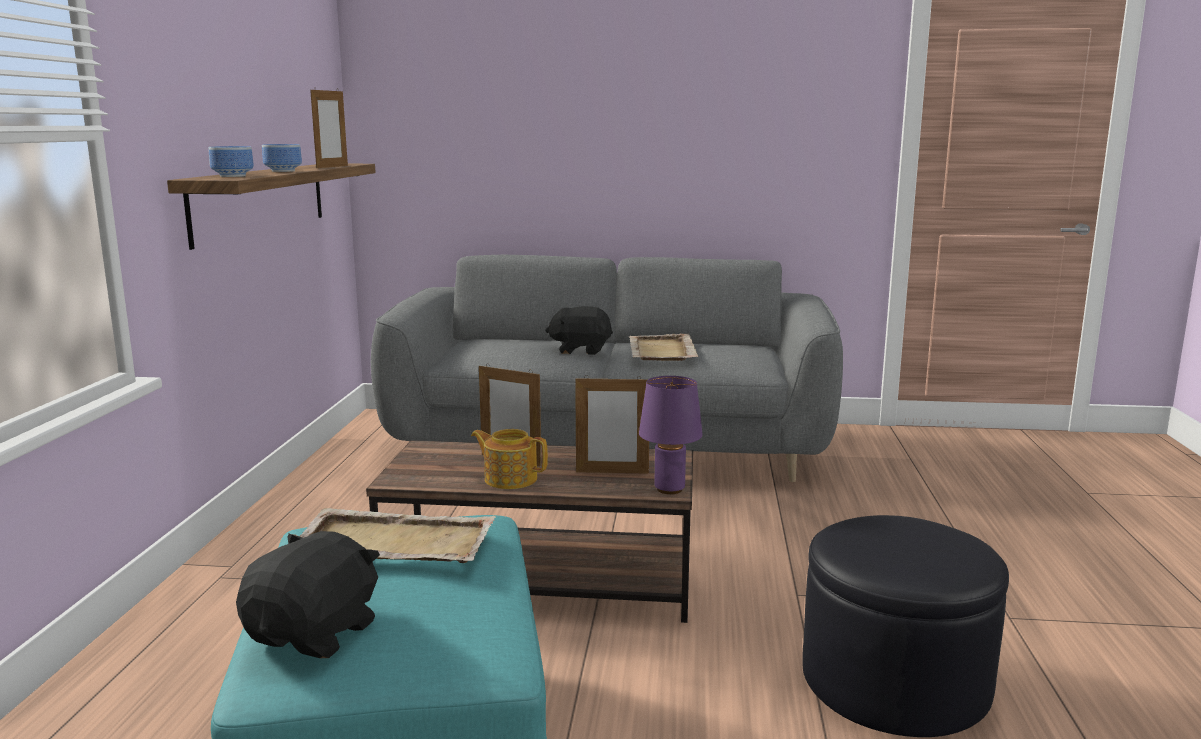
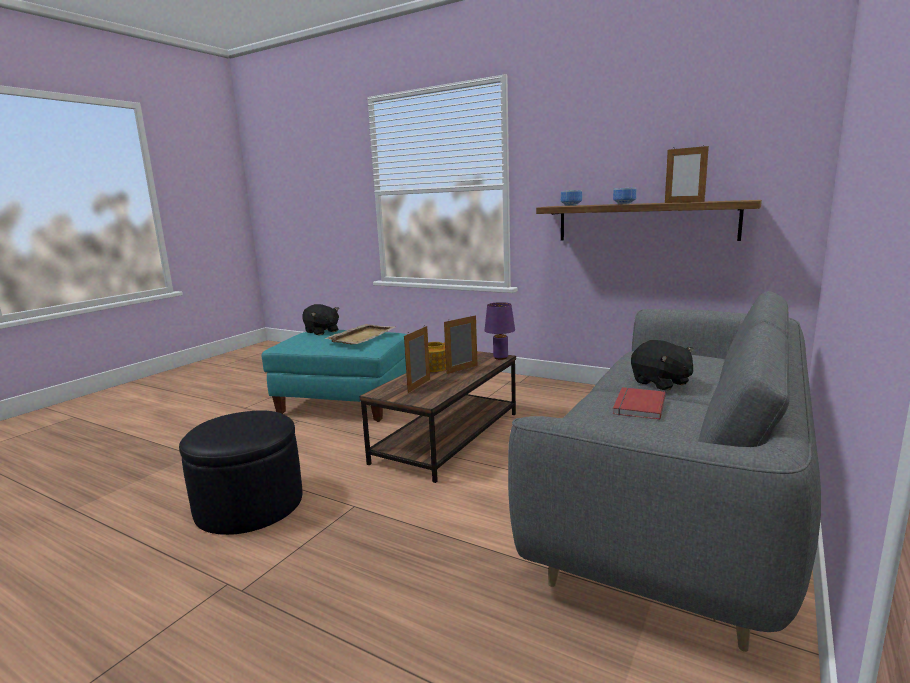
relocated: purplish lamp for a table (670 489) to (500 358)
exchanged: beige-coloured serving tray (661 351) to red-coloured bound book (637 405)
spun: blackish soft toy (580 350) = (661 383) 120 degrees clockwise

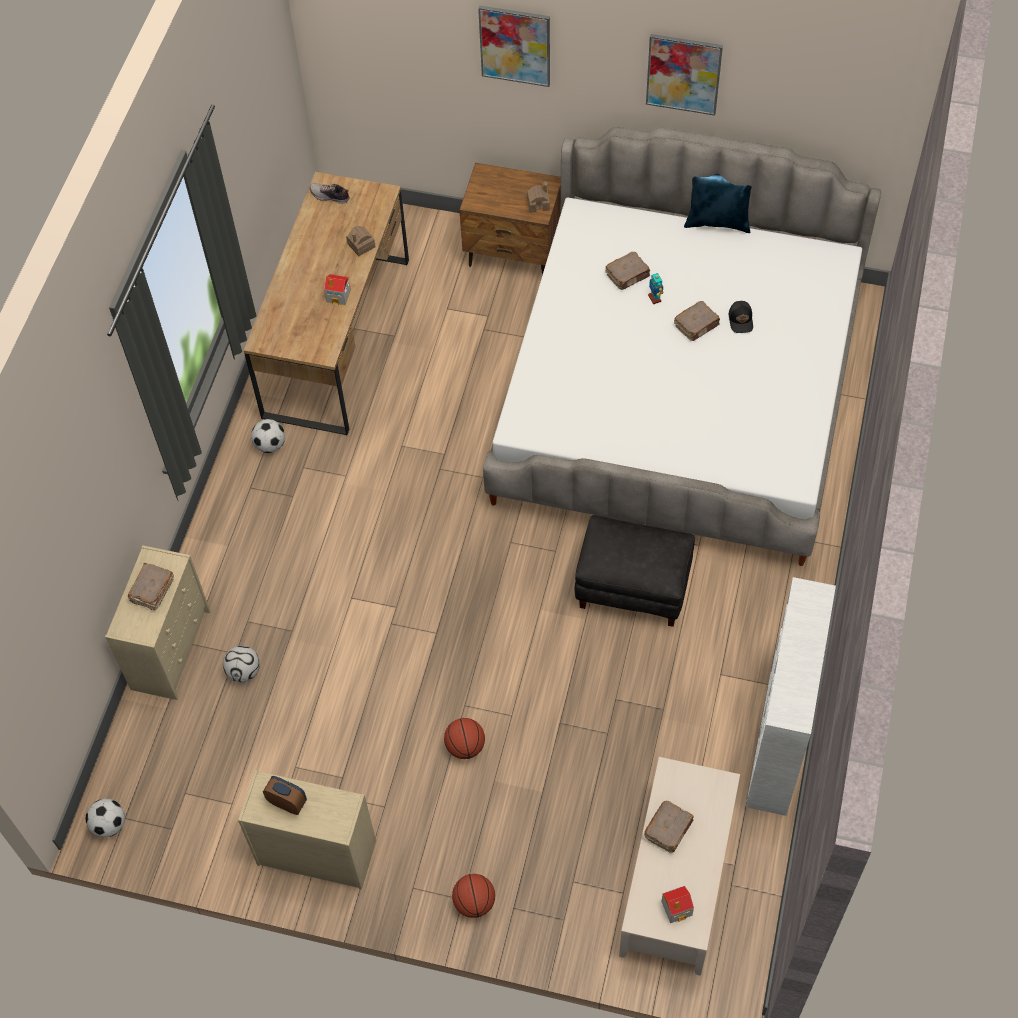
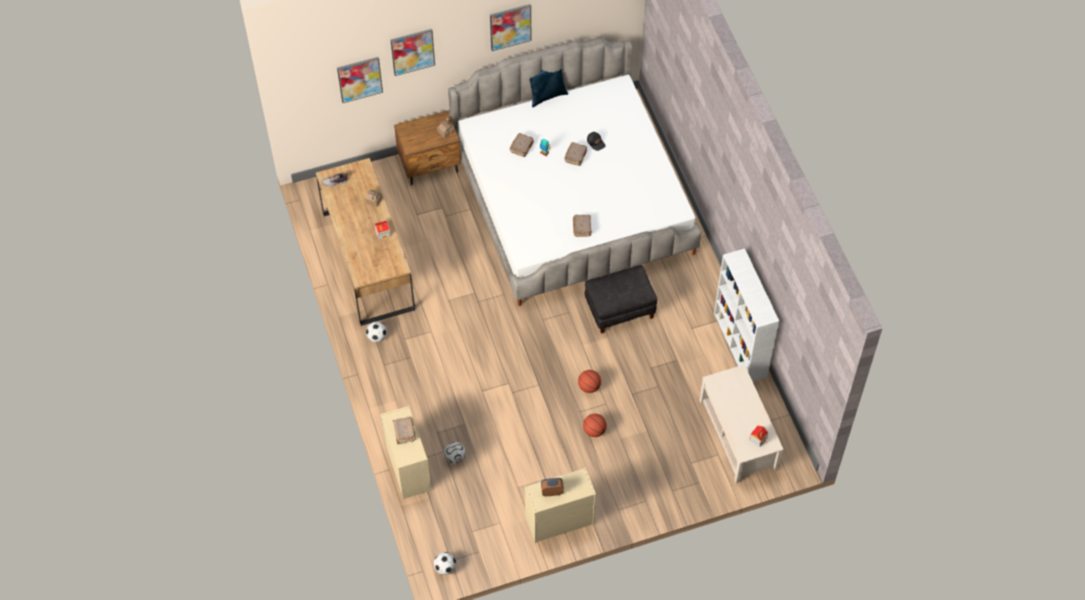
appeared: picture (359 79)
relocated: ball for basketball (474 902) to (589 387); brownish bound book (669 829) to (582 228)

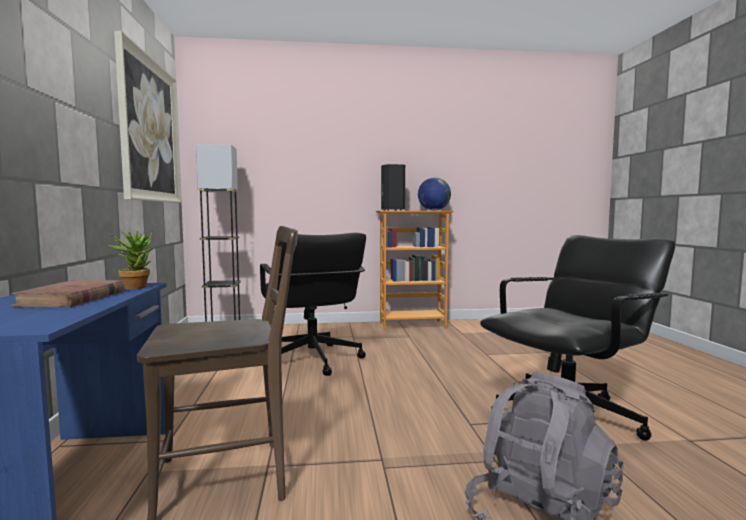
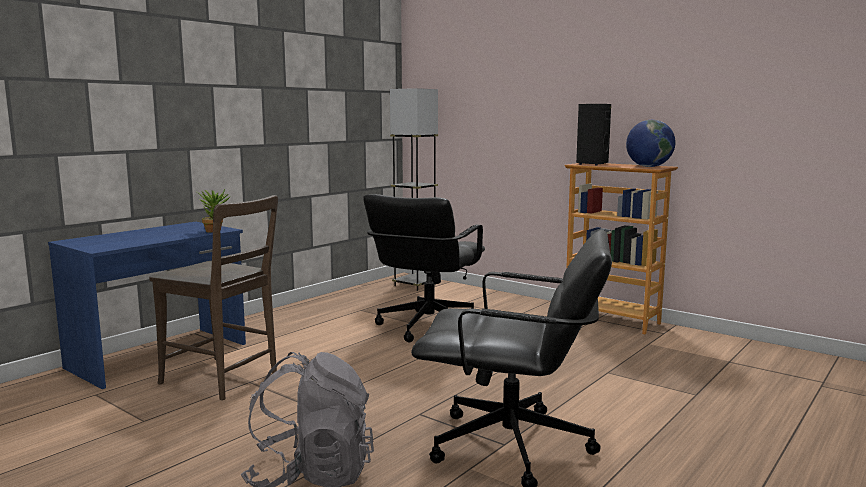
missing: brownish bound book (72 299); picture (150 131)

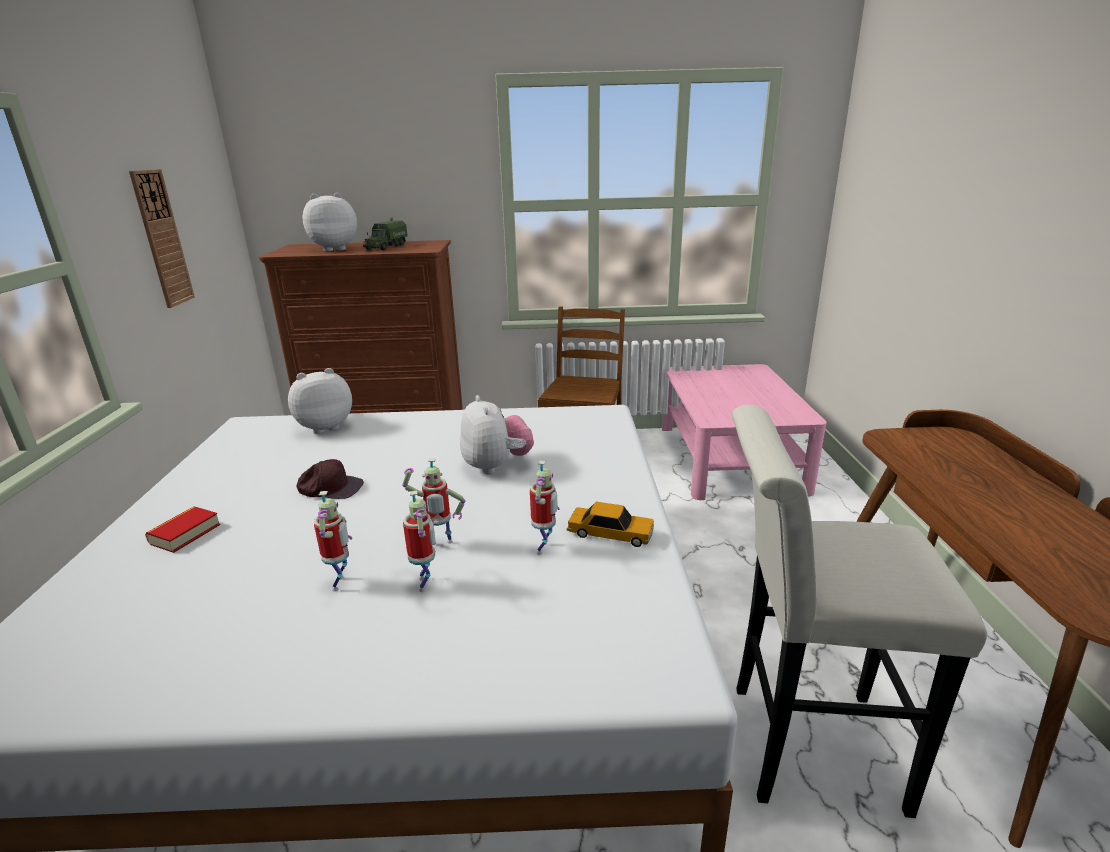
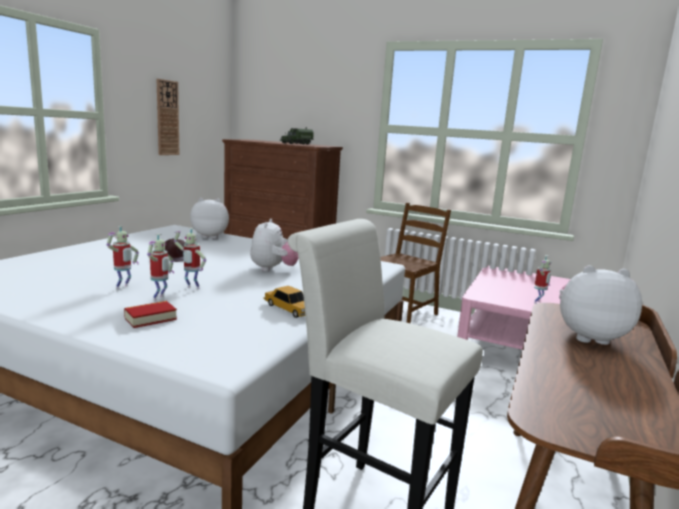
relocated: bound book (185 534) to (150 318); soft toy (335 249) to (588 337); toy robot (545 549) to (538 302)

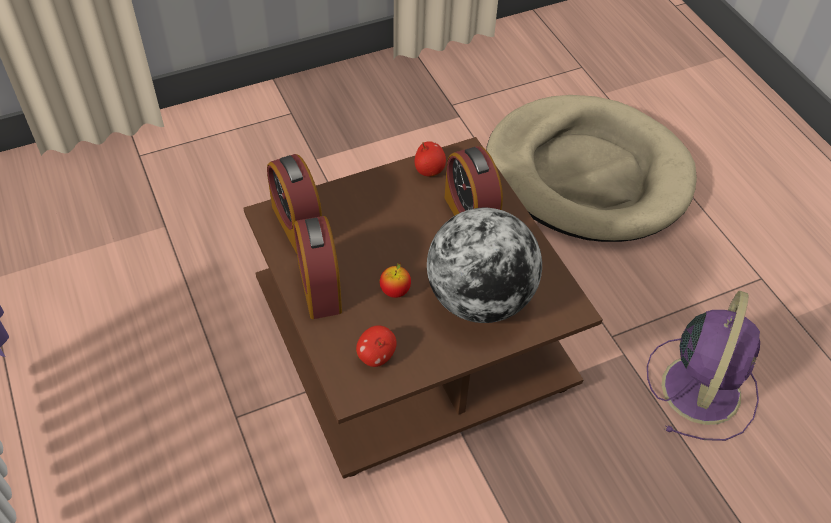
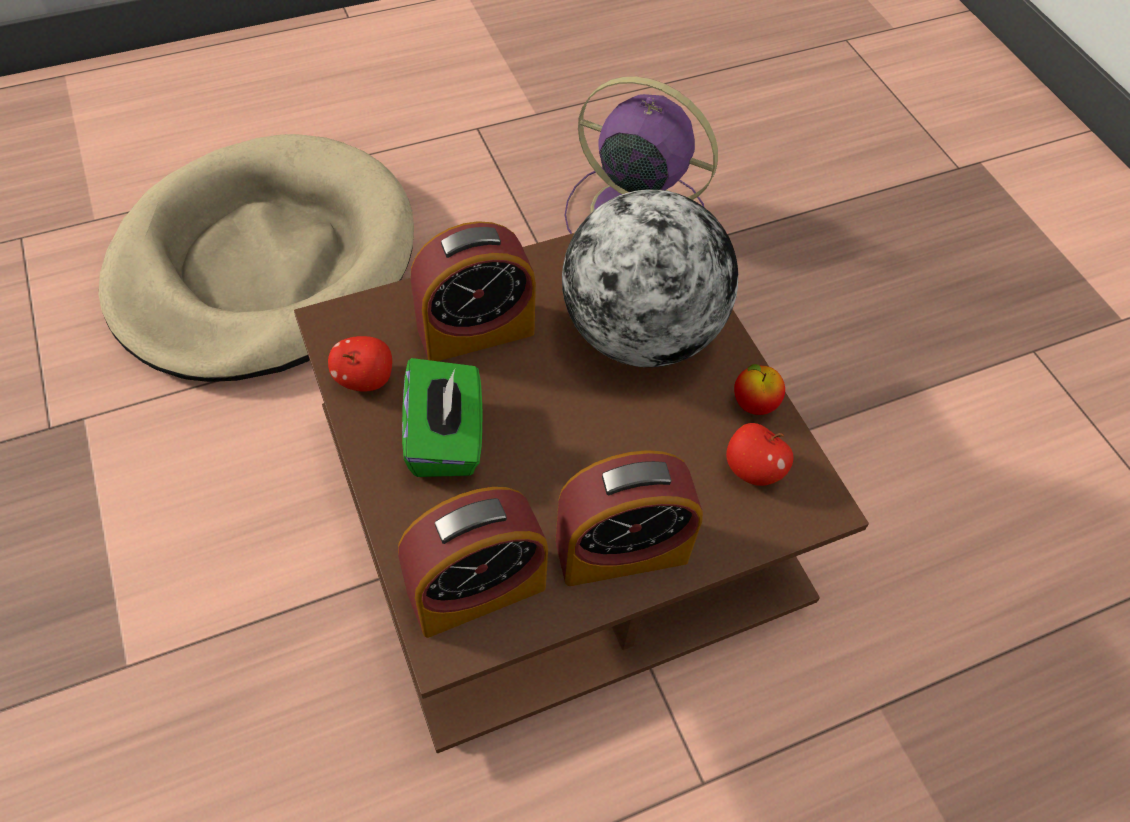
appeared: greenish tissue box (446 438)
relocated: whole apple (395 291) to (754 404)

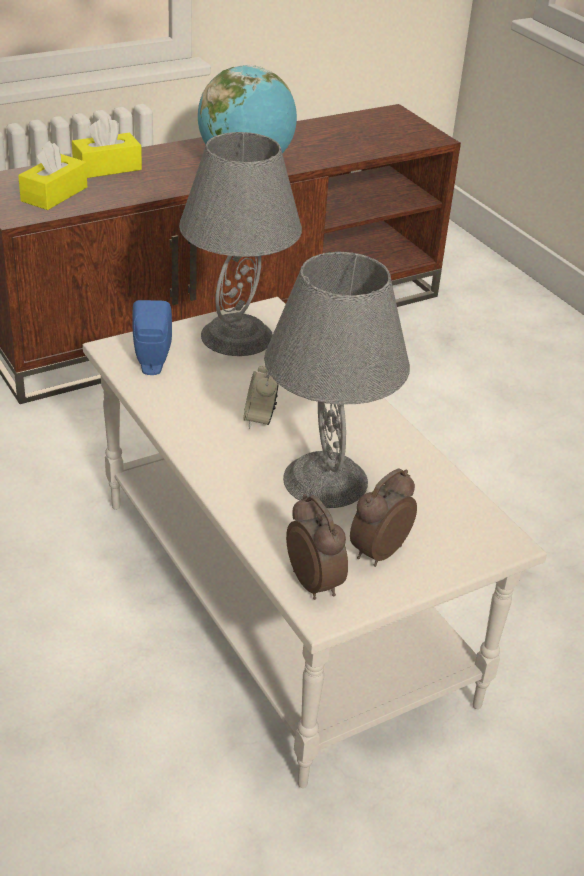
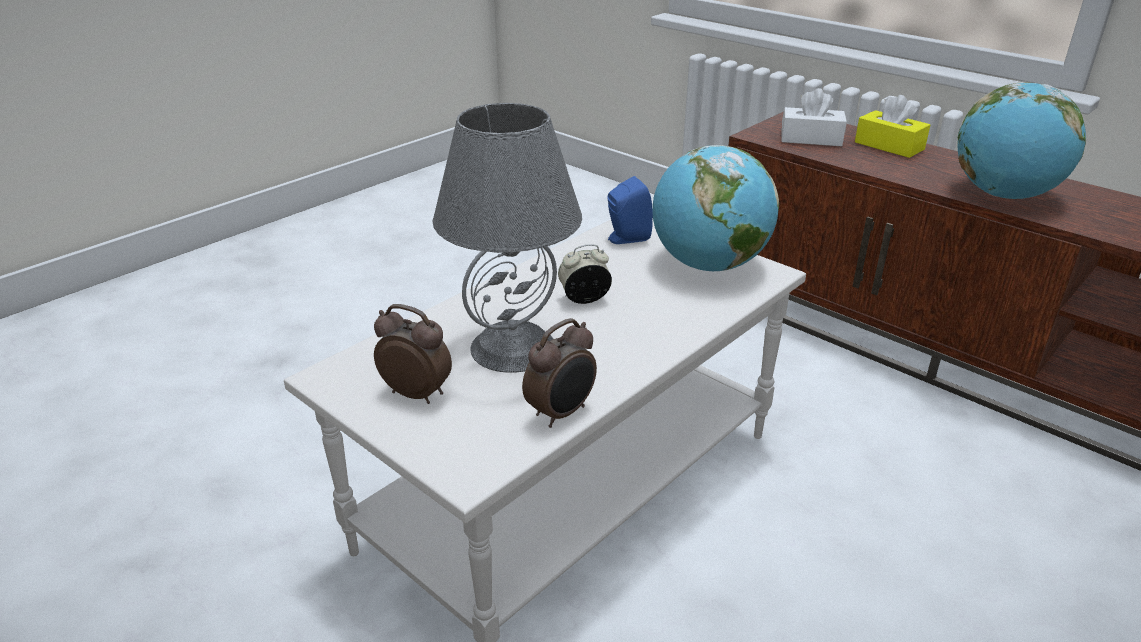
relocated: table clock (315 583) to (562 413)
exchanged: grey lamp for a table (237 336) to world globe (708 265)
colour: yellow-coloured tissue box (54 194) to white-coloured tissue box (811 139)

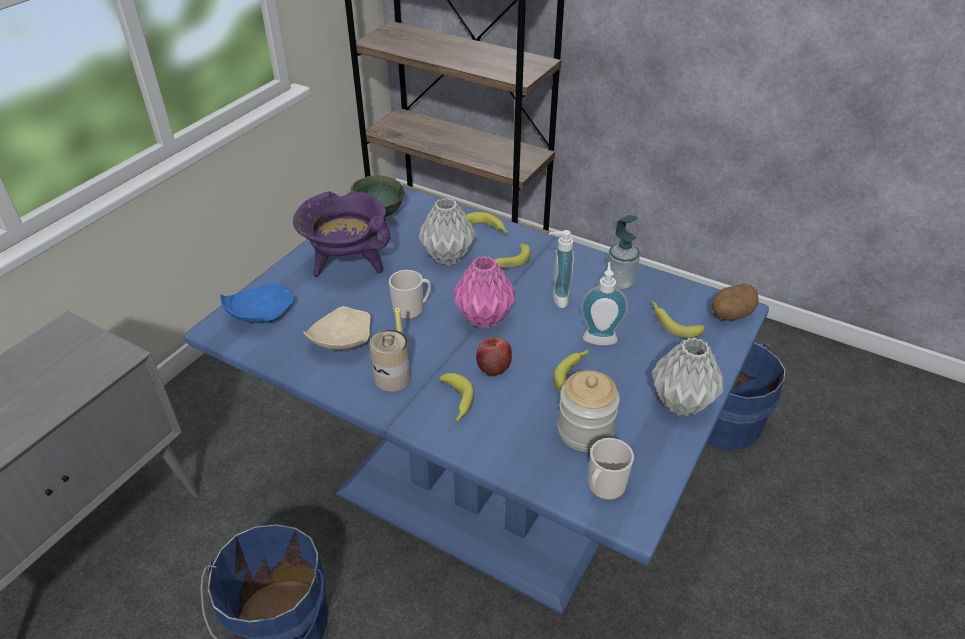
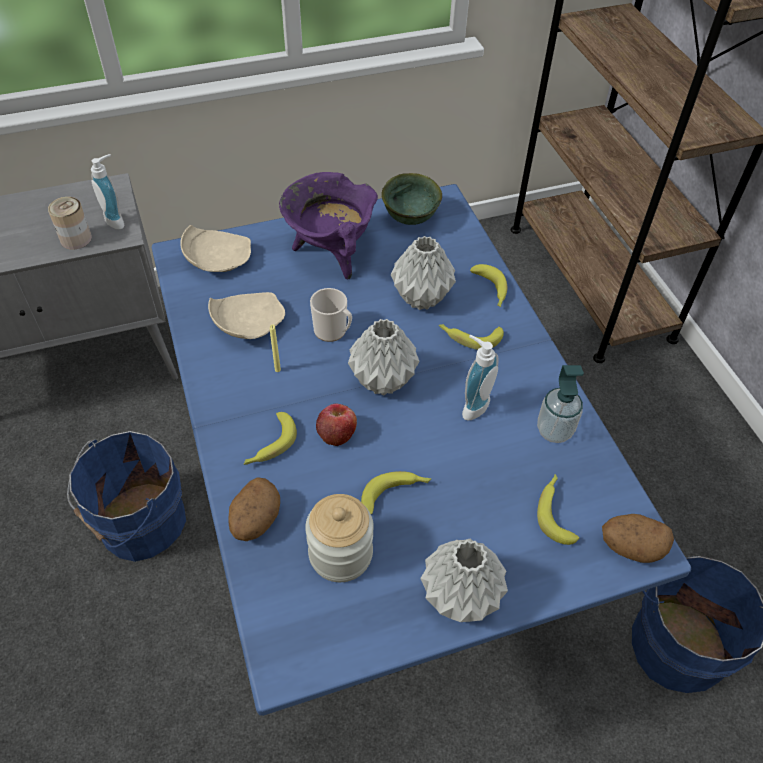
missing: coffee mug (604 488)
appeared: potato (255 521)
relocated: metal can (392 378) to (76 239); liquid soap bottle (600 336) to (117 220)
colour: blue-coloured flat dish (259 314) to beige-coloured flat dish (217 259); pink decorative vase (483 318) to grey decorative vase (382 380)

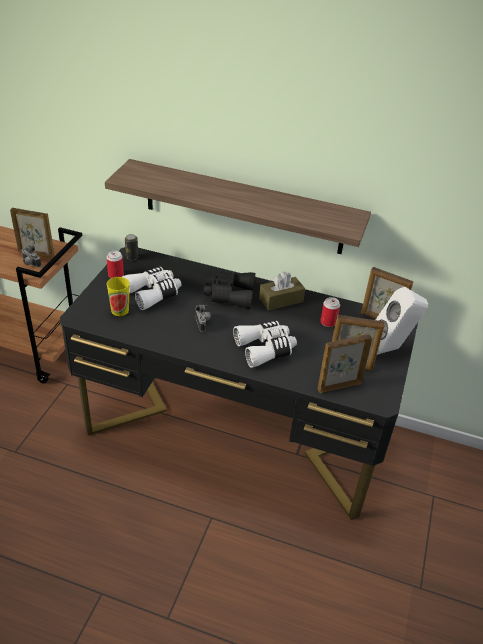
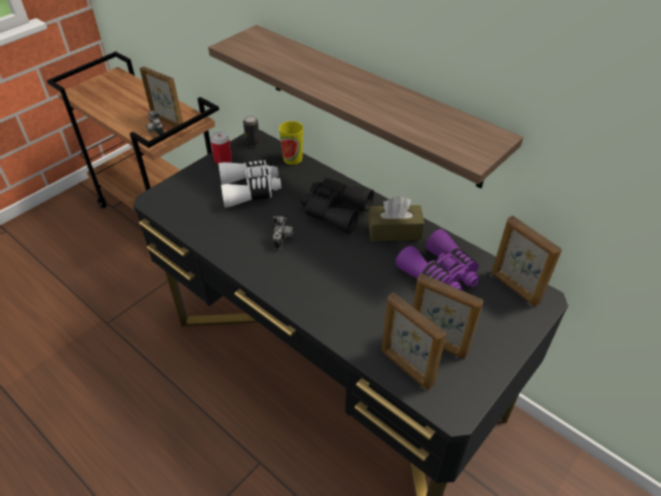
missing: white-coloured pair of binoculars (265 348); white-coloured loudspeaker (391 348)
relocated: drinking cup (120 310) to (292 159)
exchanged: metal can (328 322) to purplish pair of binoculars (440 275)
spun: photo frame (338 386) = (406 368) 135 degrees counterclockwise

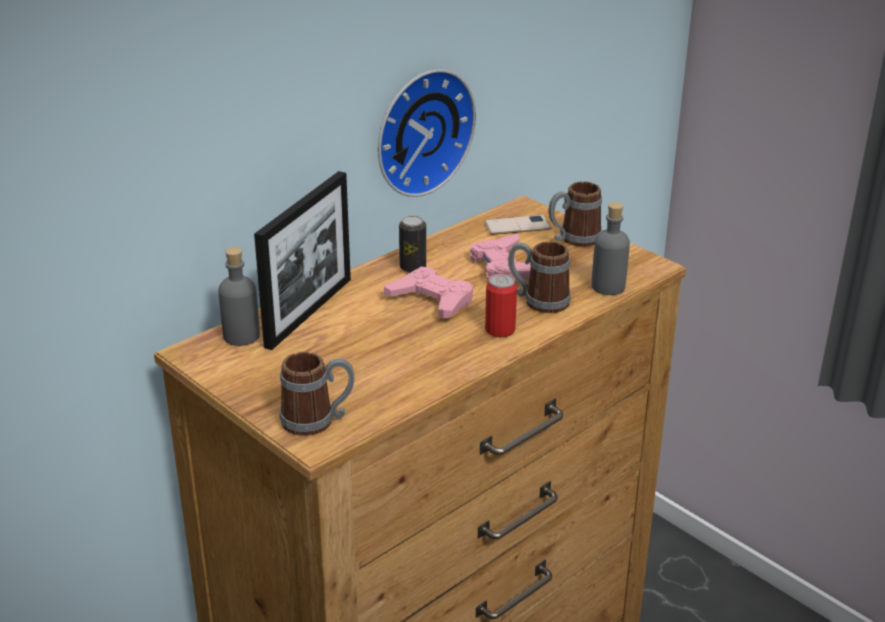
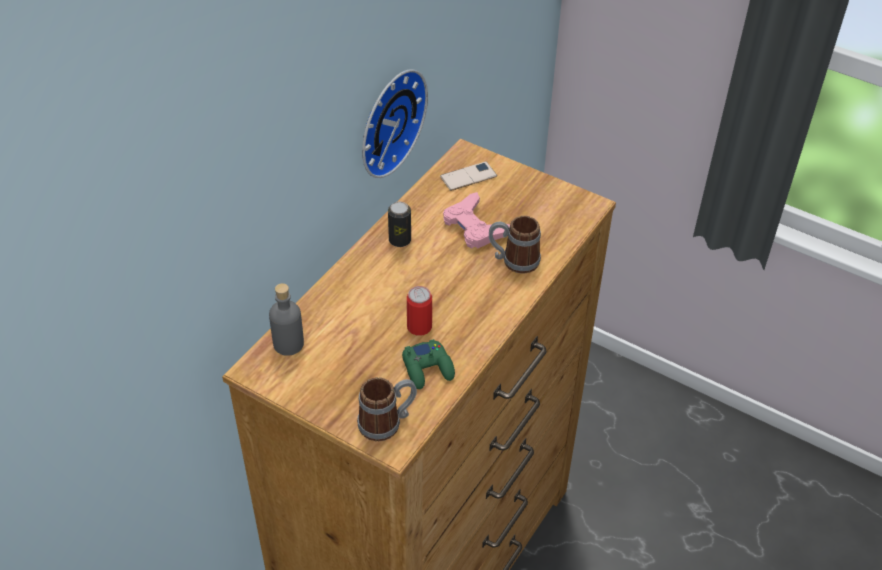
missing: photo frame (309 312); pink joypad (431 300); coffee mug (573 239); grey drink bottle (608 286)
appeared: greenish joypad (428 368)
relocated: metal can (500 330) to (419 327)

